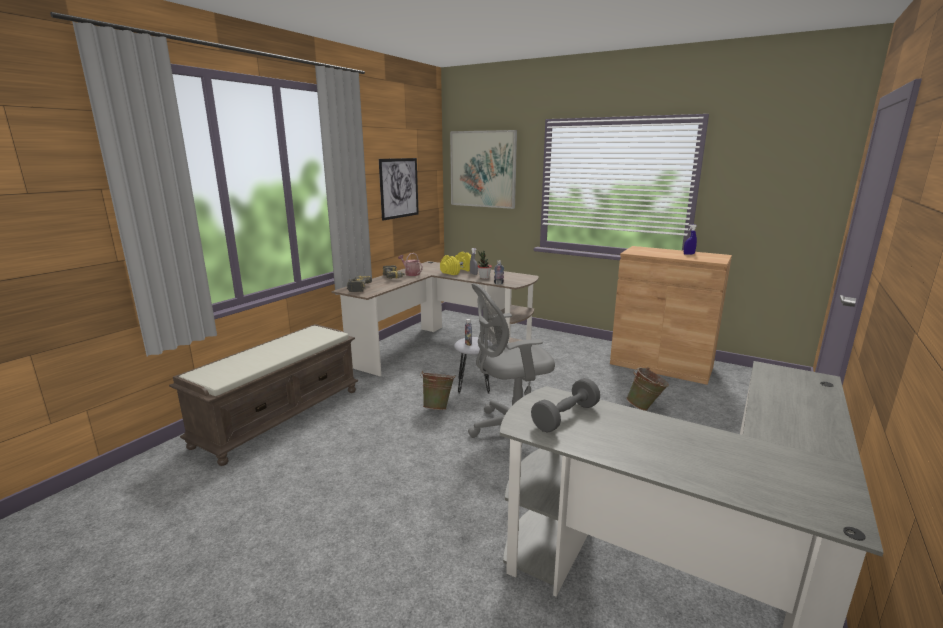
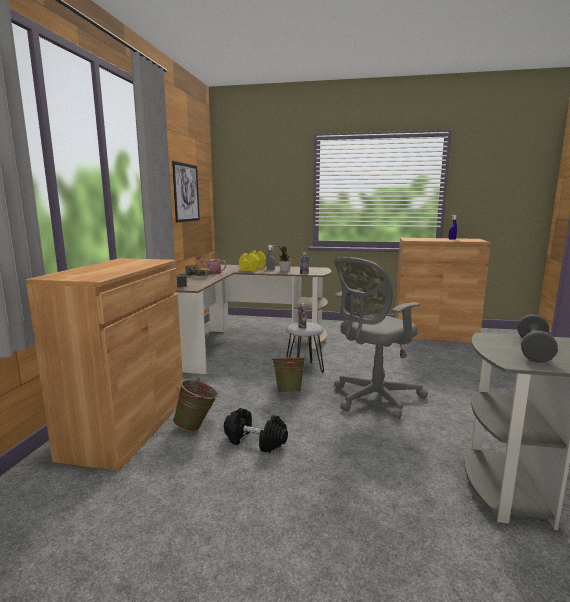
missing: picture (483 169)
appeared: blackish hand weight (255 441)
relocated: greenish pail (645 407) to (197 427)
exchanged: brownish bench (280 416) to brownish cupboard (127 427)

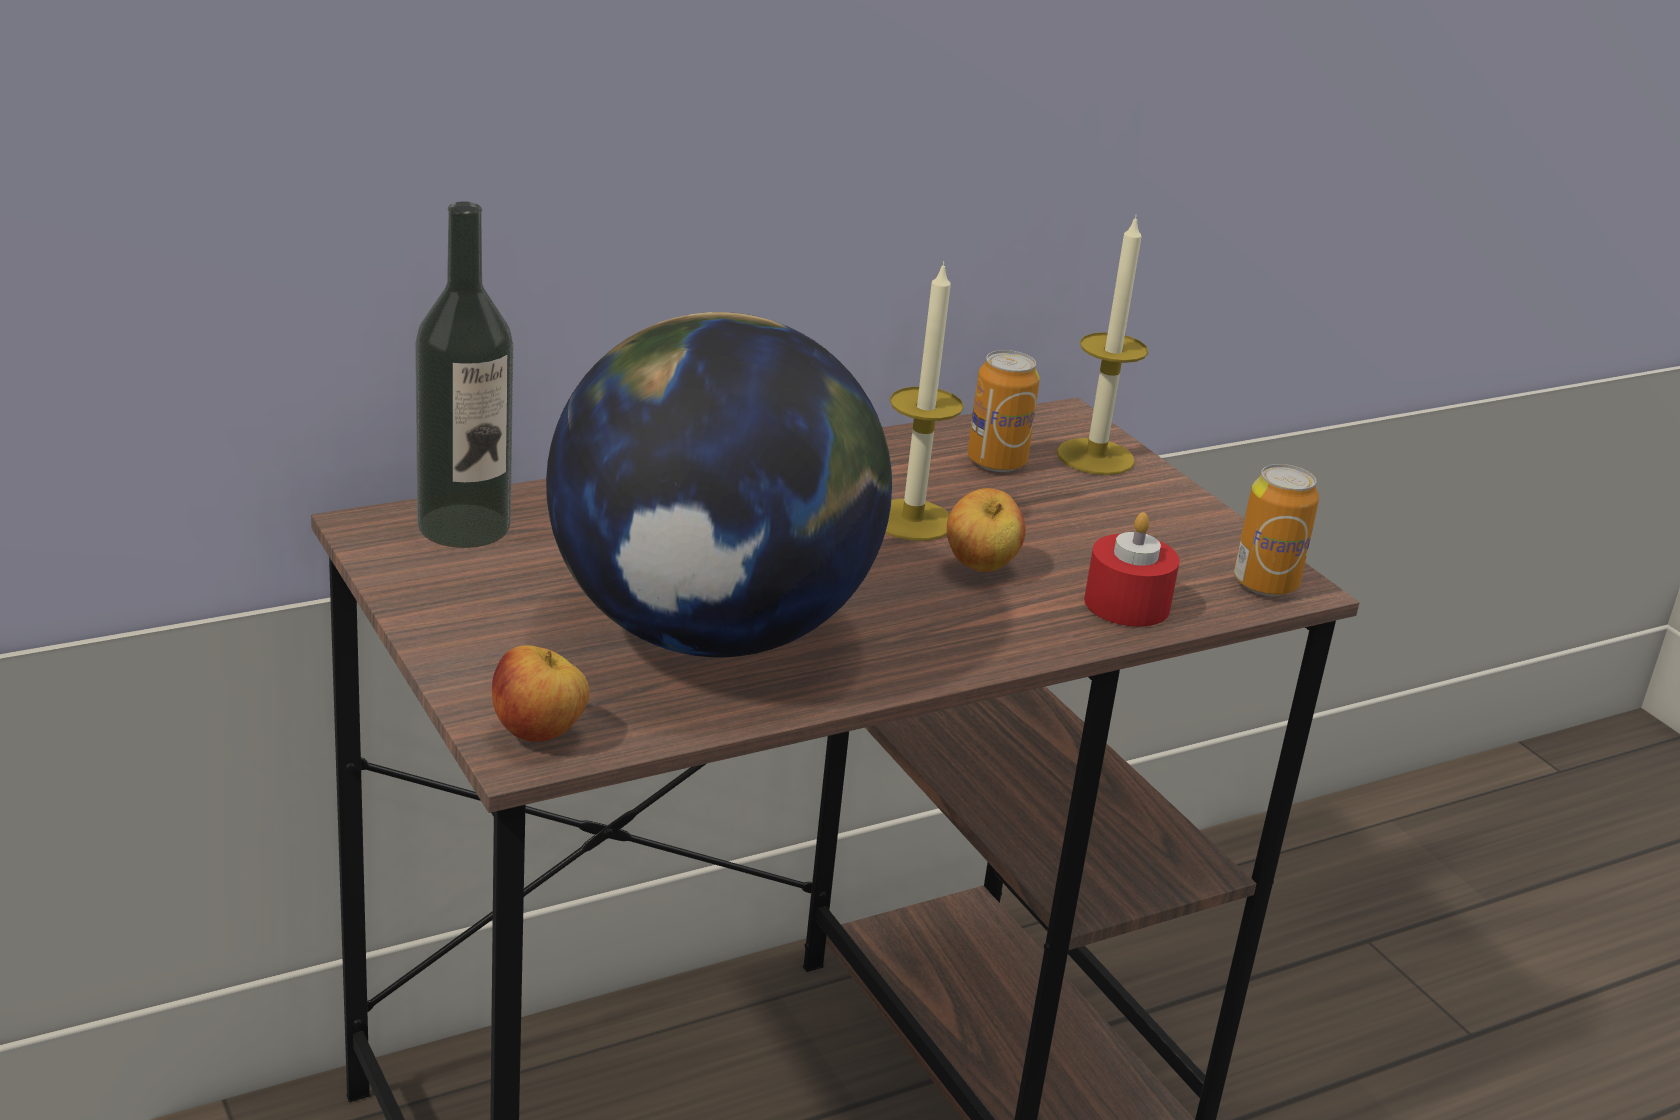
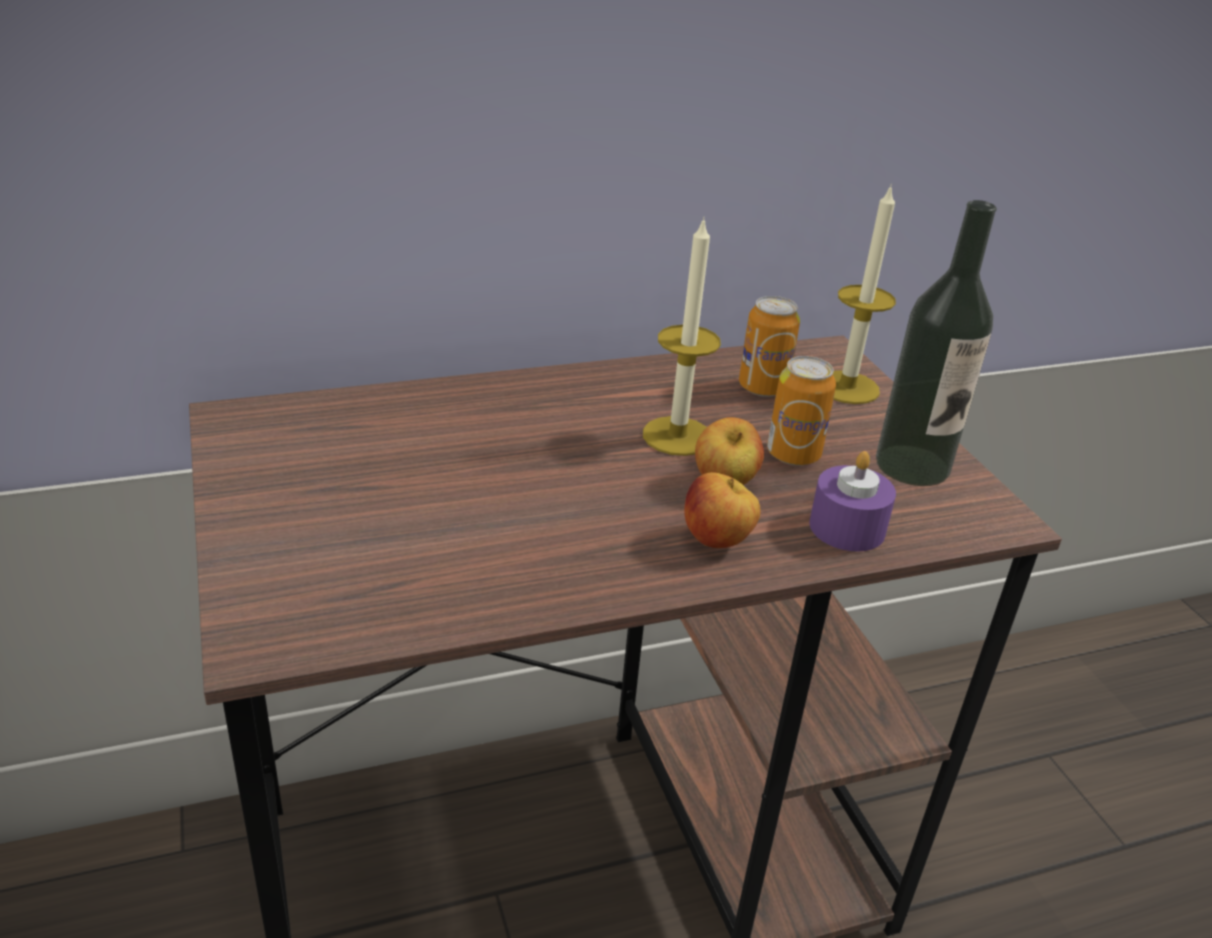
missing: world globe (710 632)
relocated: drink bottle (464 526) to (912 465); whole apple (539 734) to (717 541); metal can (1265 584) to (793 454)
colour: red-coloured wax candle (1127 604) to purplish wax candle (847 527)

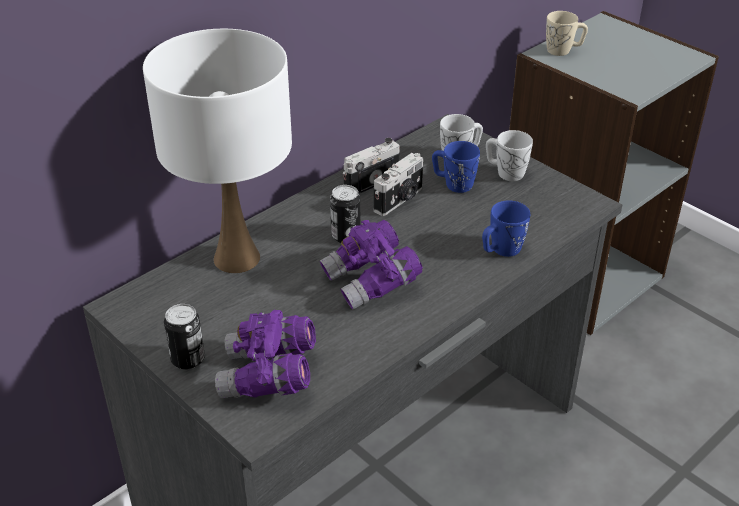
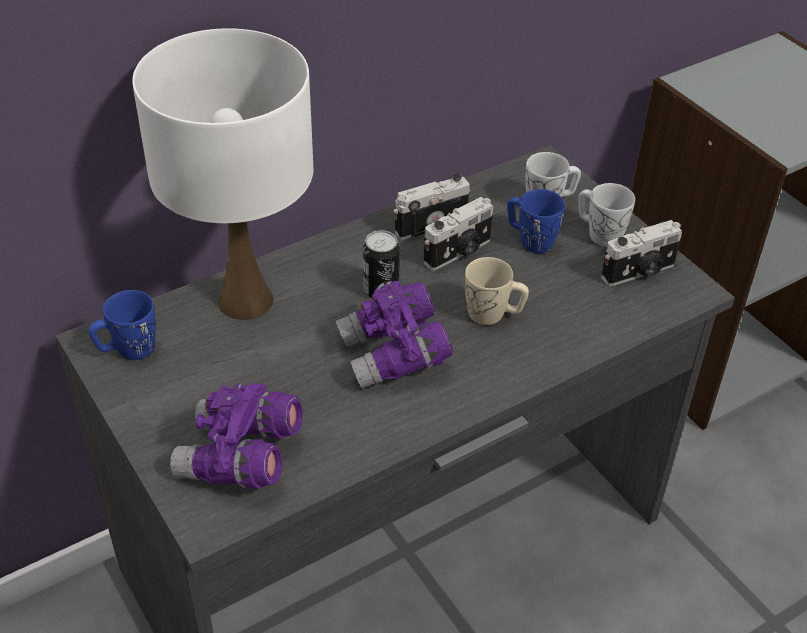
missing: metal can (188 359)
appeared: photo camera (639 272)
relocated: blue-coloured coffee mug (501 250) to (128 350); beige-coloured coffee mug (563 50) to (493 314)

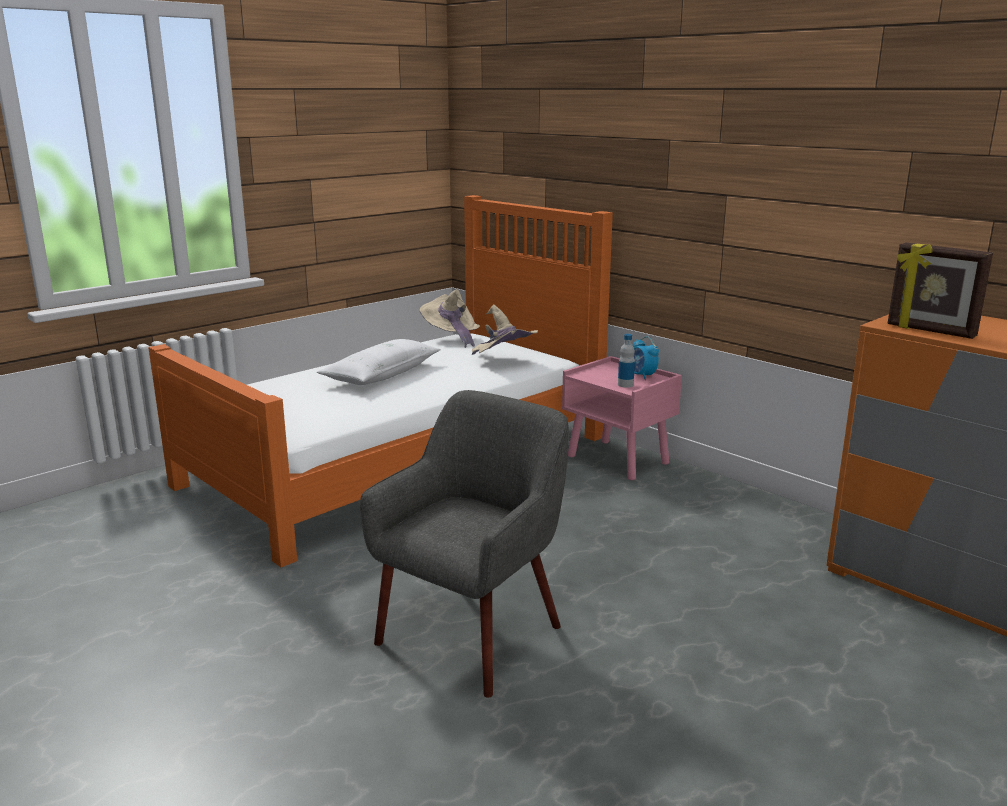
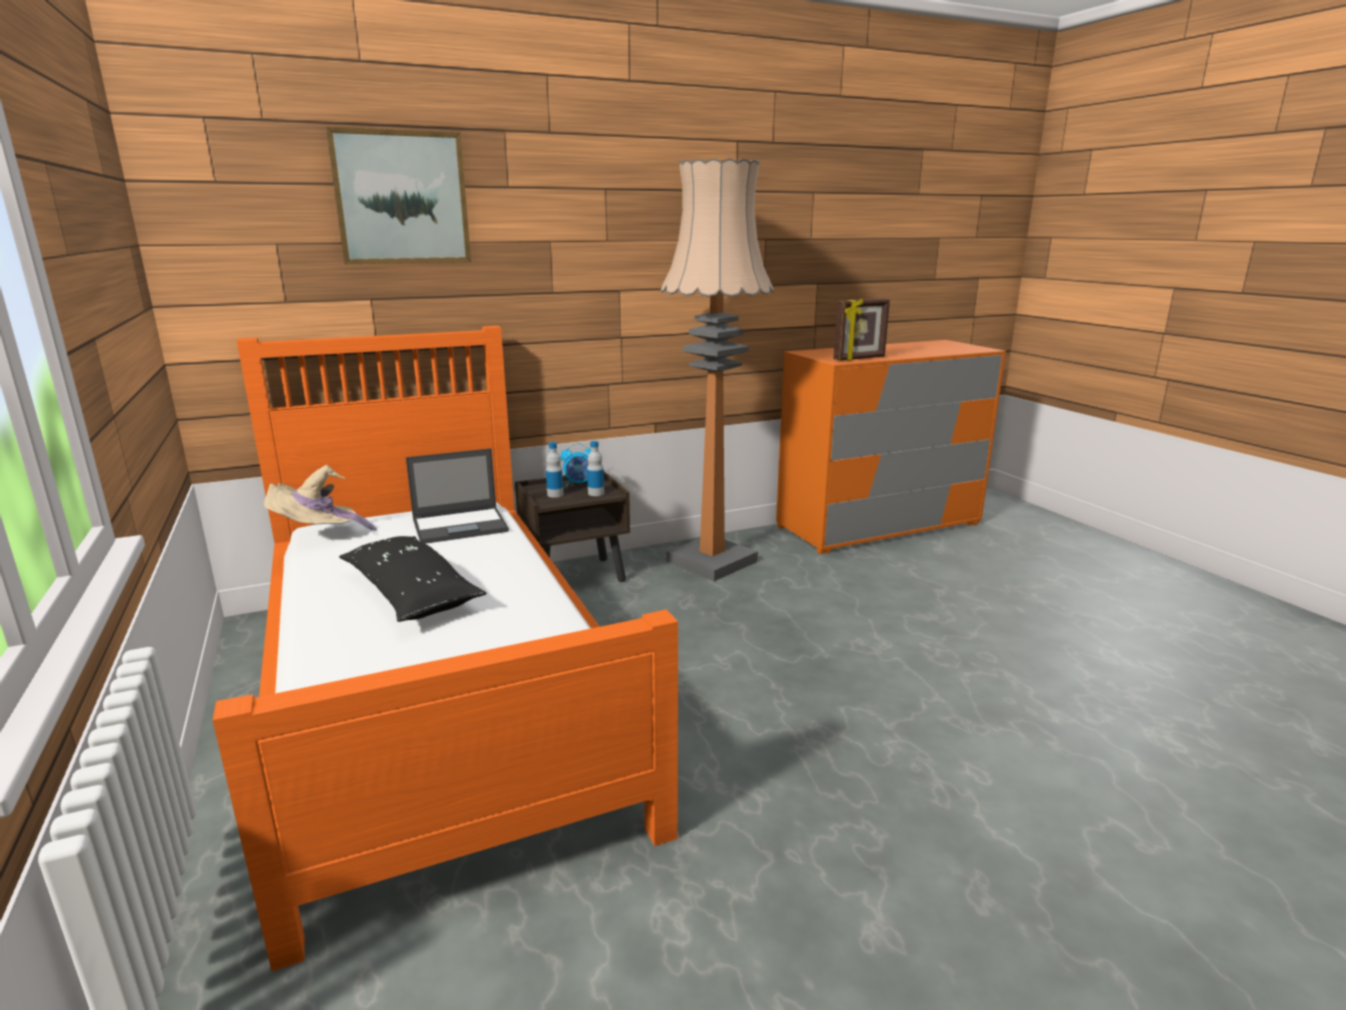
missing: grey lounge chair (472 634)
appeared: picture (401 198); drink bottle (555 494); standing lamp (712 561)
exchanged: beige-coloured wearable hat (503 362) to portable computer (461 525)
colour: white-coloured throw pillow (382 374) to blackish throw pillow (410 593); pink nightstand (619 460) to brownish nightstand (575 576)

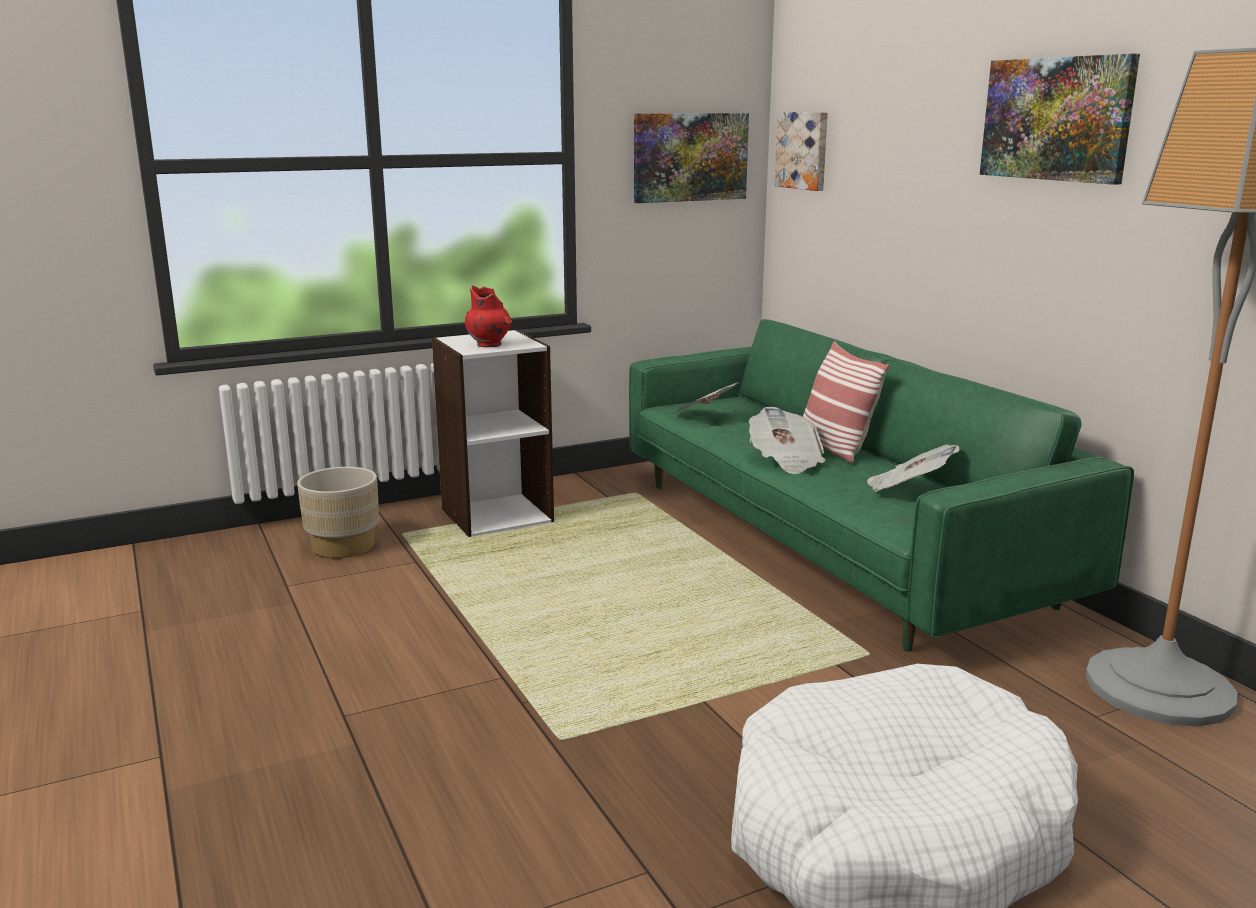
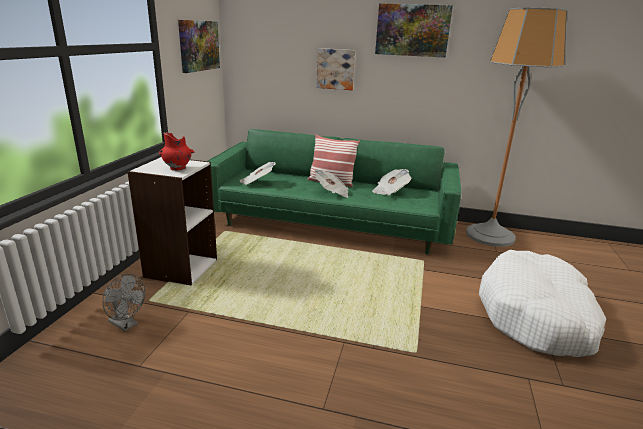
relocated: picture (803 150) to (336 69)
exchanged: beige-coloured flower pot (343 546) to grey electric fan (126 324)

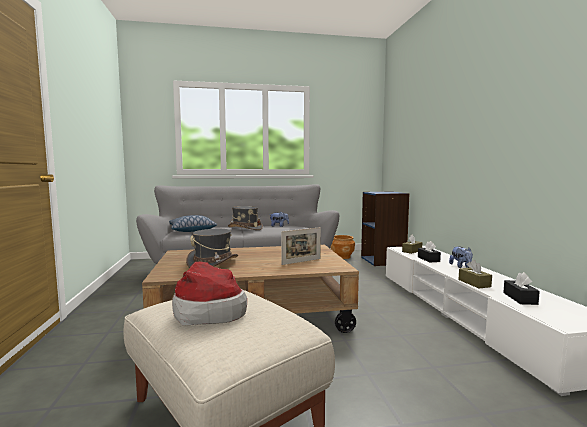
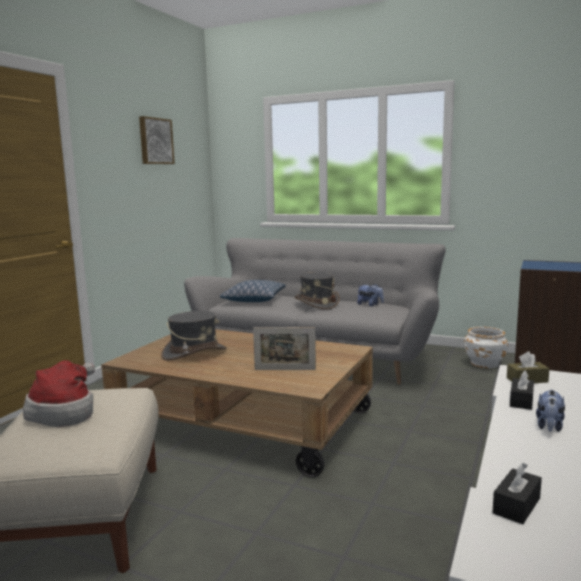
missing: brownish tissue box (474 283)
appeared: picture (155 141)
colour: brownish flower pot (342 257) to white-coloured flower pot (484 363)

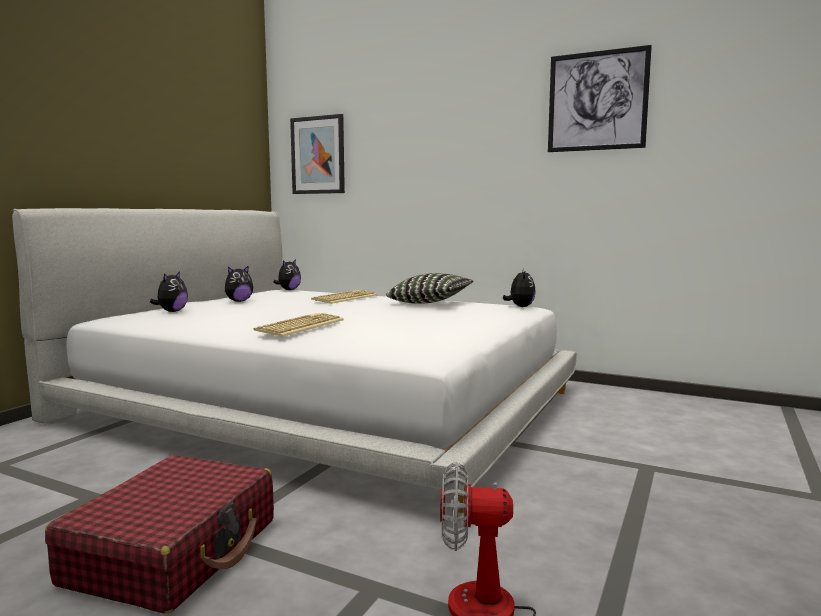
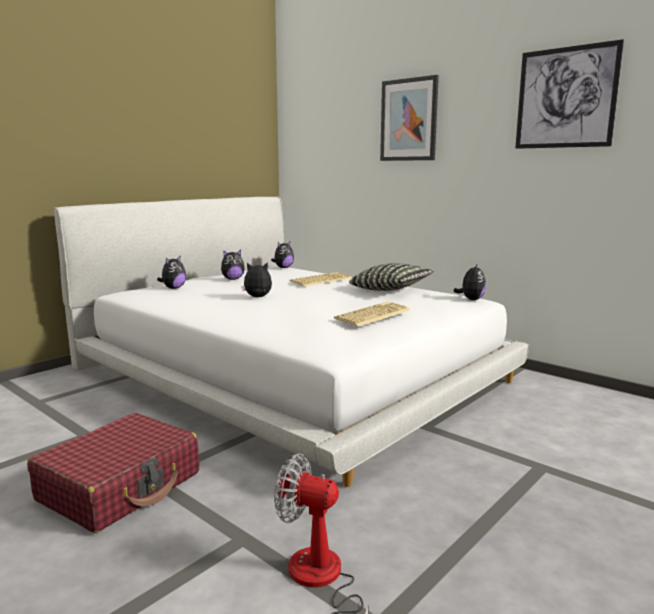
appeared: soft toy (258 297)
relocated: keyboard (300 326) to (372 315); picture (318 155) to (409 120)

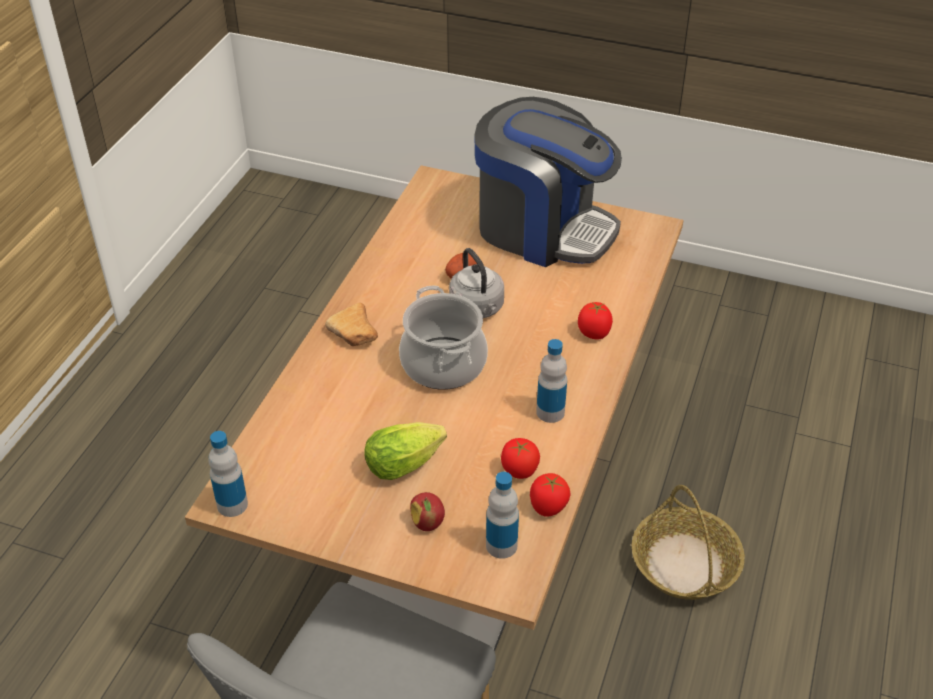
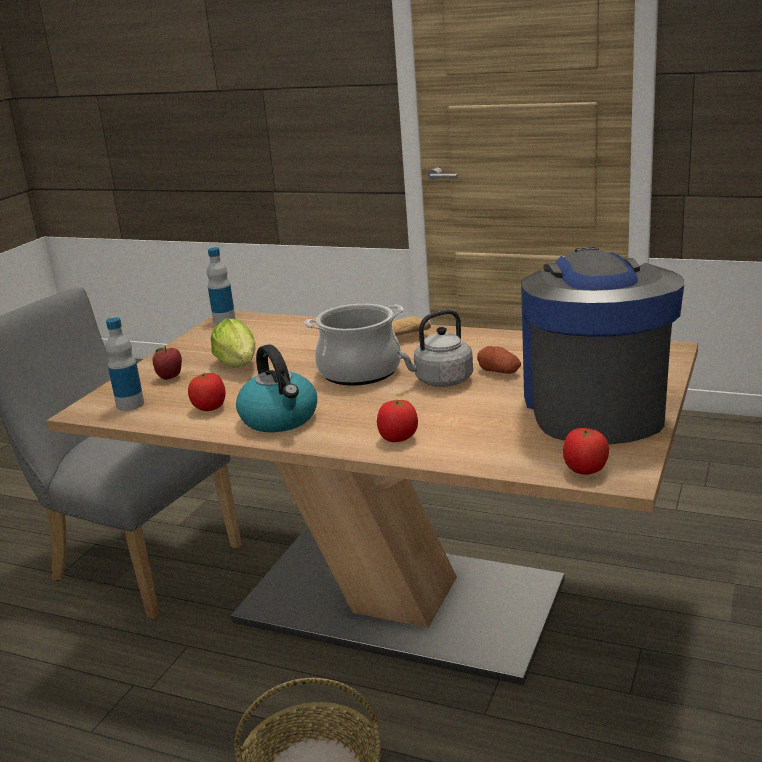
relocated: tomato (548 507) to (585 470)
exchanged: drink bottle (550 412) to tea kettle (280 419)
spun: coffee maker (543 229) = (594 407) 150 degrees clockwise

